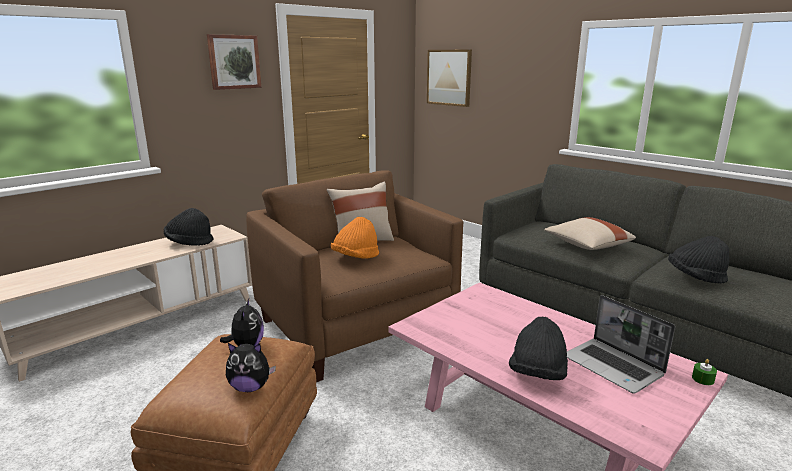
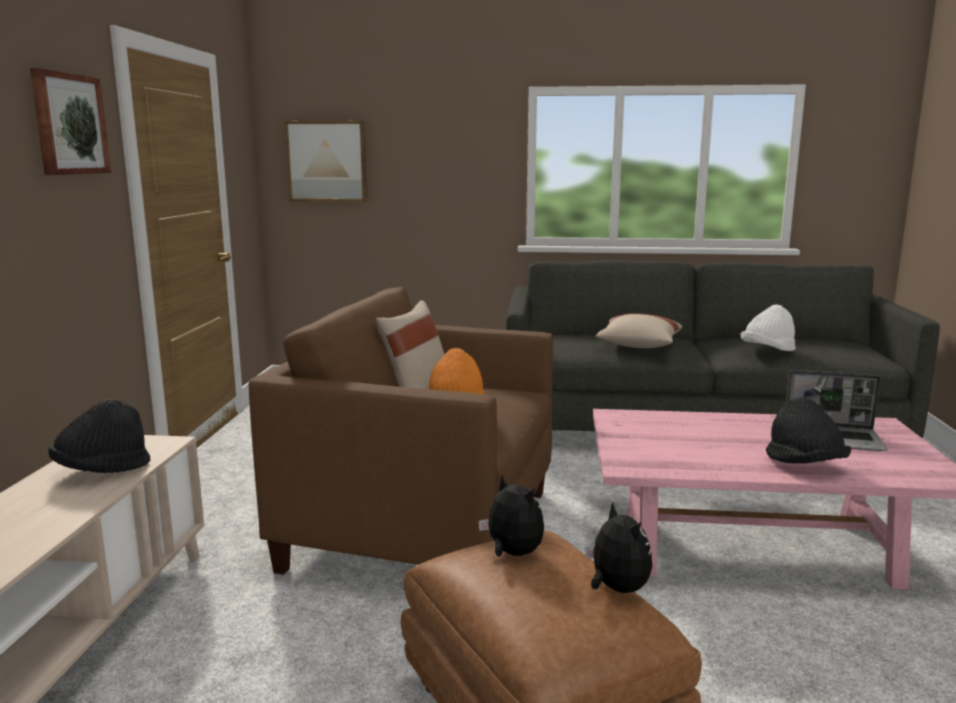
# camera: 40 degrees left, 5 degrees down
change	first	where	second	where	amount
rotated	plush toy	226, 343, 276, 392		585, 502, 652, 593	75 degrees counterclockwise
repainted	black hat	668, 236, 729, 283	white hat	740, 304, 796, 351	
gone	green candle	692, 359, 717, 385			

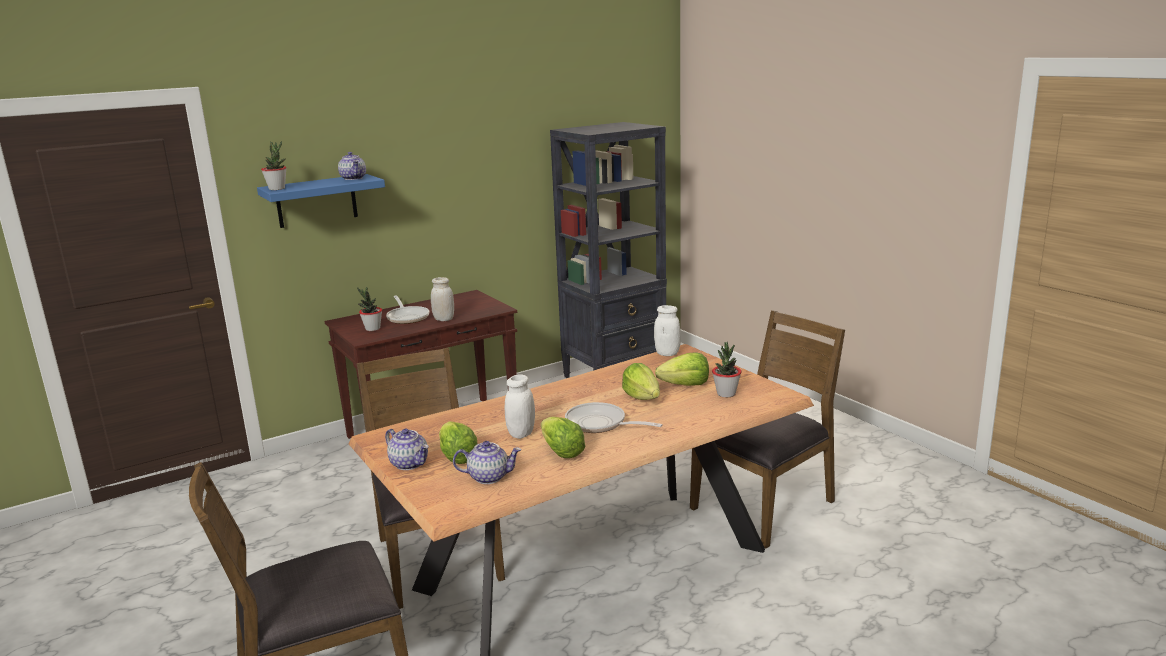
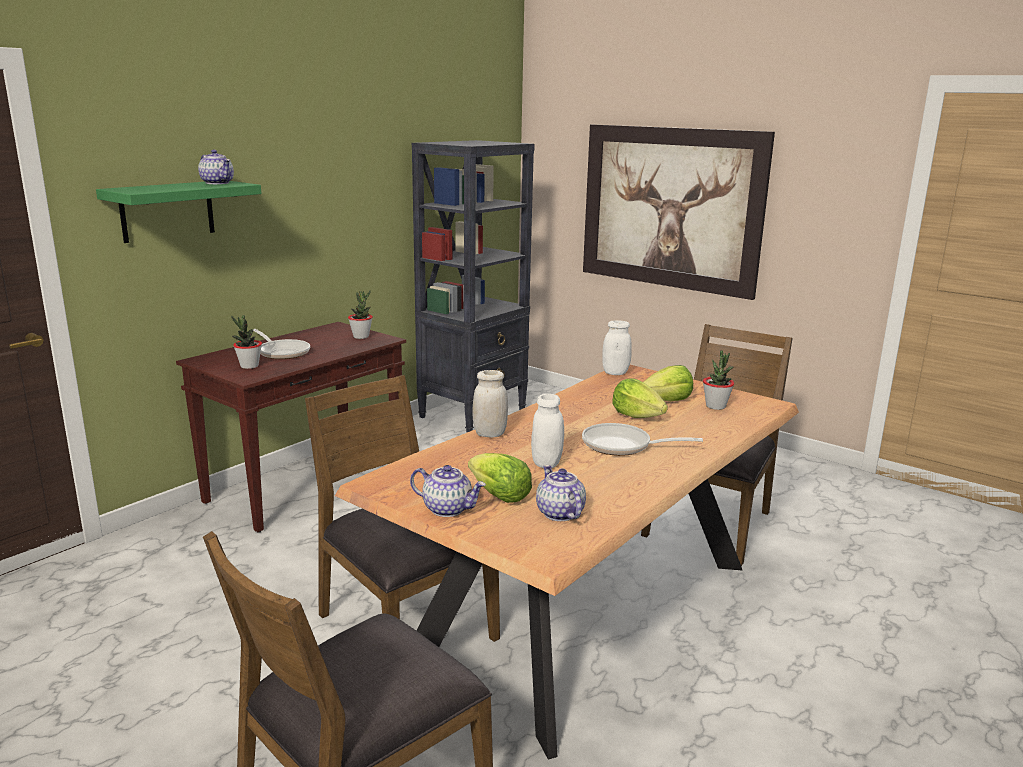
# camera: 20 degrees left, 0 degrees up
change	first	where	second	where	amount
repainted	blue shelf	257, 174, 385, 228	green shelf	96, 181, 261, 243	
shifted	potted plant	261, 141, 287, 190		348, 290, 373, 339	
shifted	white jar	431, 277, 454, 321		472, 370, 508, 438	
rotated	teapot	453, 441, 521, 484		536, 465, 586, 521	90 degrees counterclockwise
new			picture	583, 125, 775, 300	
gone	lettuce	541, 416, 585, 458			

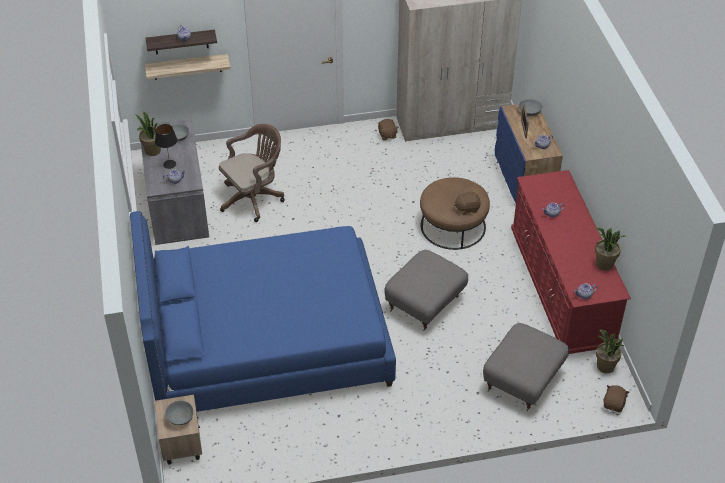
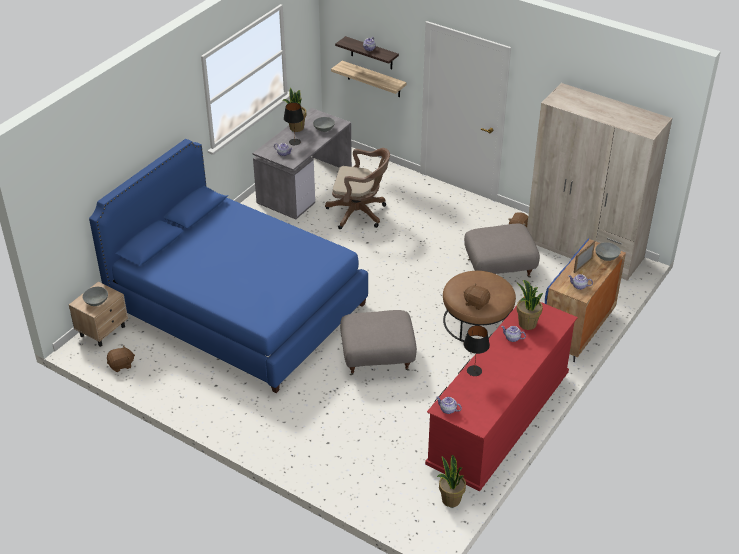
# camera: 45 degrees right, 5 degrees down
change	first	where	second	where	amount
shifted	brown plush toy	604, 385, 629, 412		107, 345, 135, 372	
shifted	grey ottoman	483, 323, 569, 411		464, 224, 540, 278	
new			black table lamp	464, 325, 490, 376	
shifted	potted plant	595, 228, 626, 270		517, 280, 543, 330	

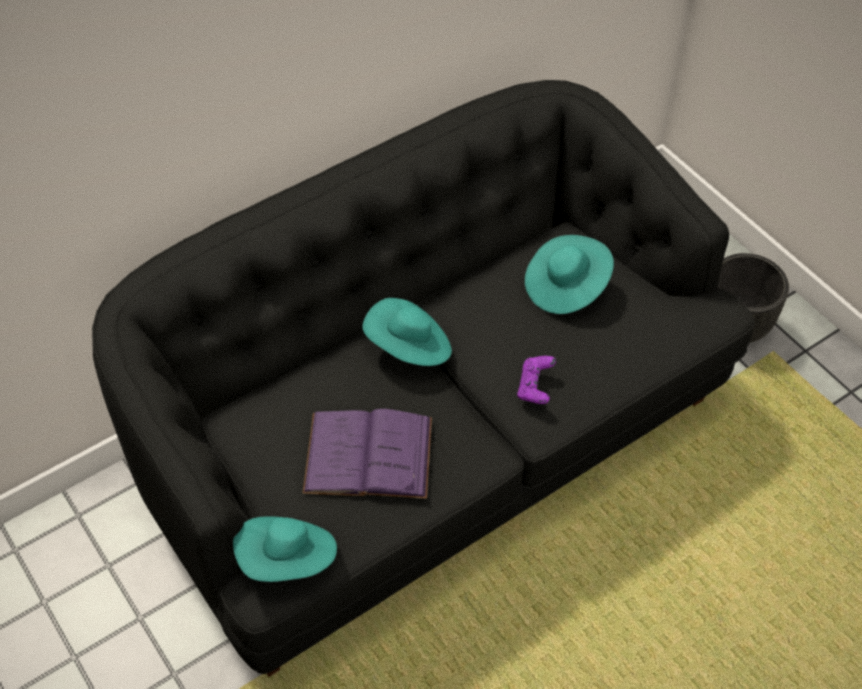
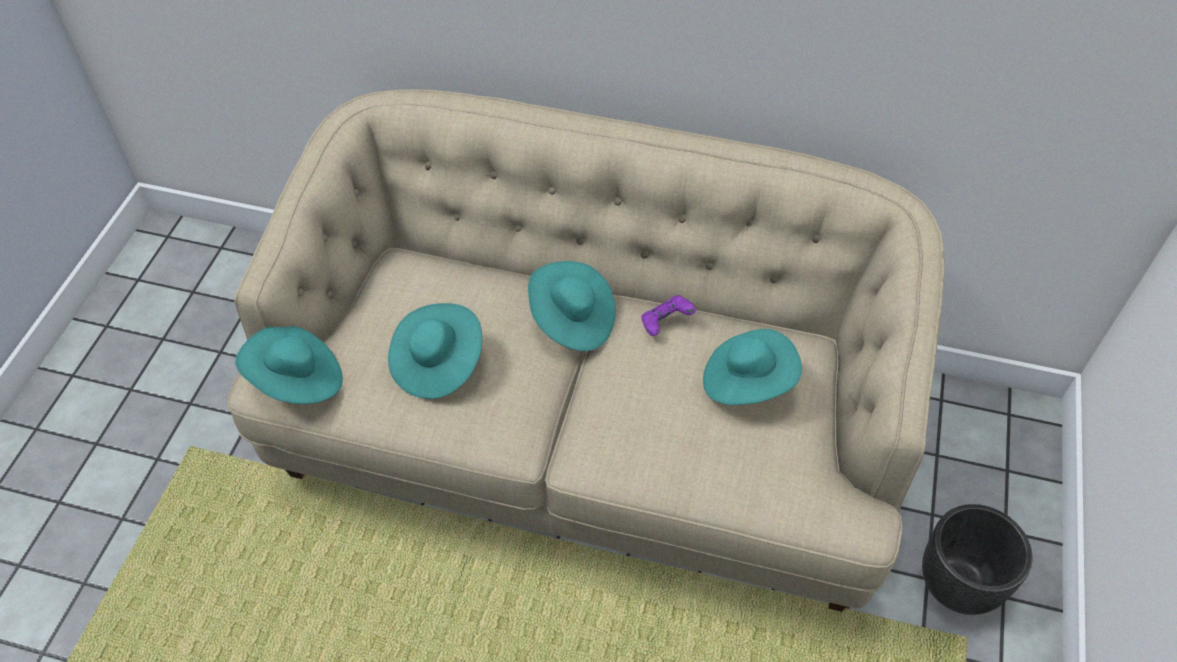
# camera: 50 degrees right, 0 degrees up
change	first	where	second	where	amount
repainted	black sofa	92, 80, 755, 677	beige sofa	227, 89, 945, 612	
swapped	purple book	302, 409, 432, 499	turquoise hat	388, 303, 482, 399	
shifted	purple game controller	517, 356, 556, 404		641, 295, 696, 336	

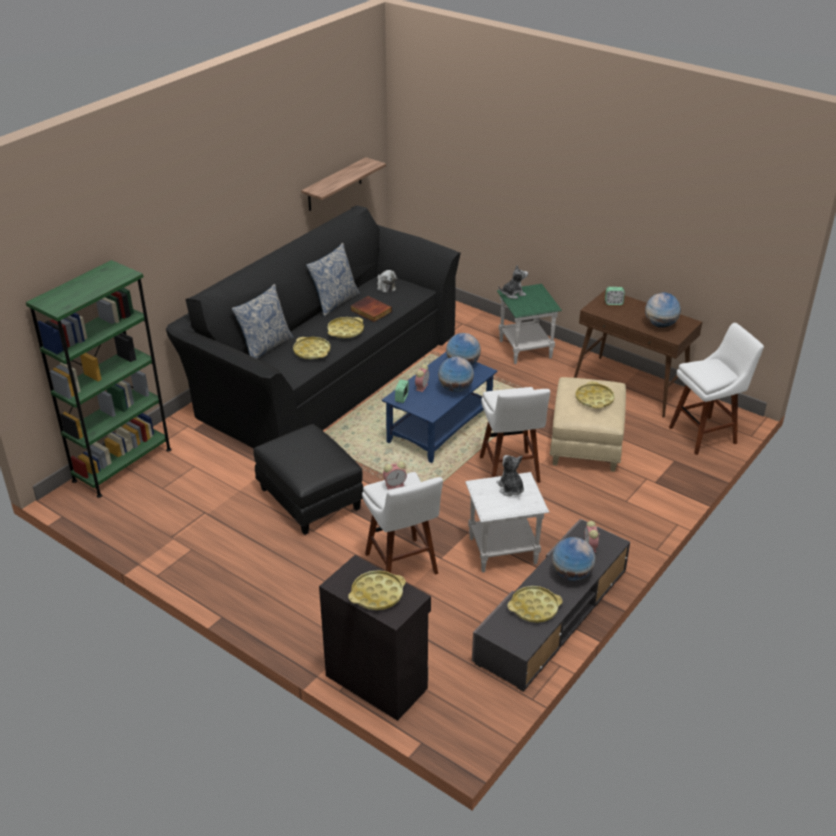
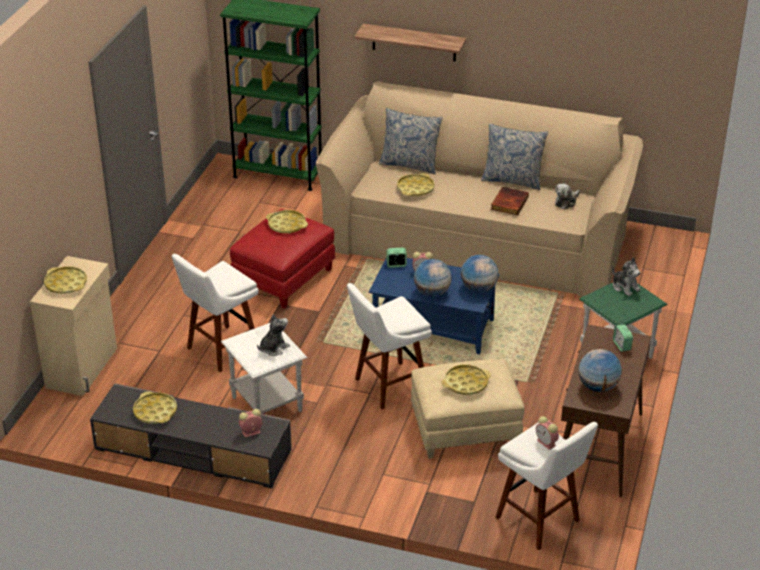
# camera: 70 degrees right, 0 degrees up
change	first	where	second	where	amount
repainted	black cabinet	319, 555, 431, 721	beige cabinet	30, 256, 117, 396	
repainted	black ottoman	253, 424, 363, 535	red ottoman	230, 209, 336, 309	
shifted	yellow tray	327, 317, 364, 338		266, 210, 308, 234	
repainted	black sofa	166, 205, 461, 448	beige sofa	316, 81, 643, 297	
shifted	shelf	301, 157, 386, 211		354, 23, 467, 61	
shifted	alarm clock	383, 461, 407, 490		536, 416, 559, 450	
gone	globe	552, 537, 595, 581			

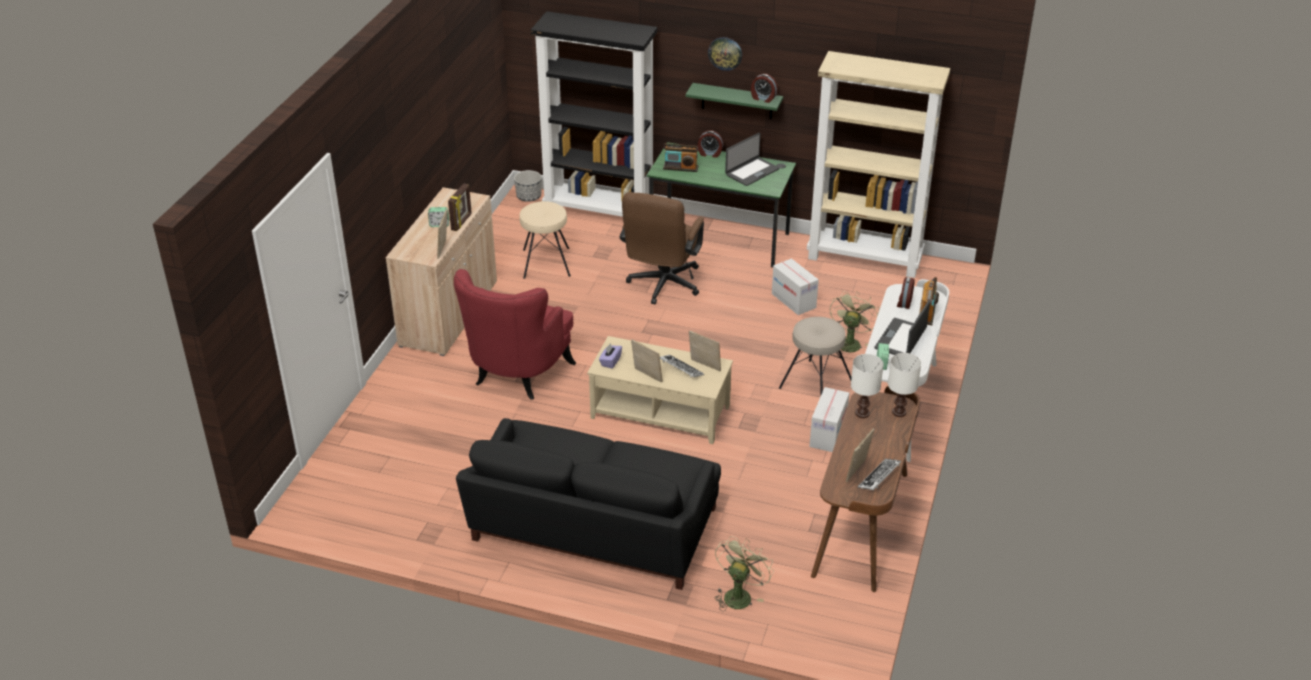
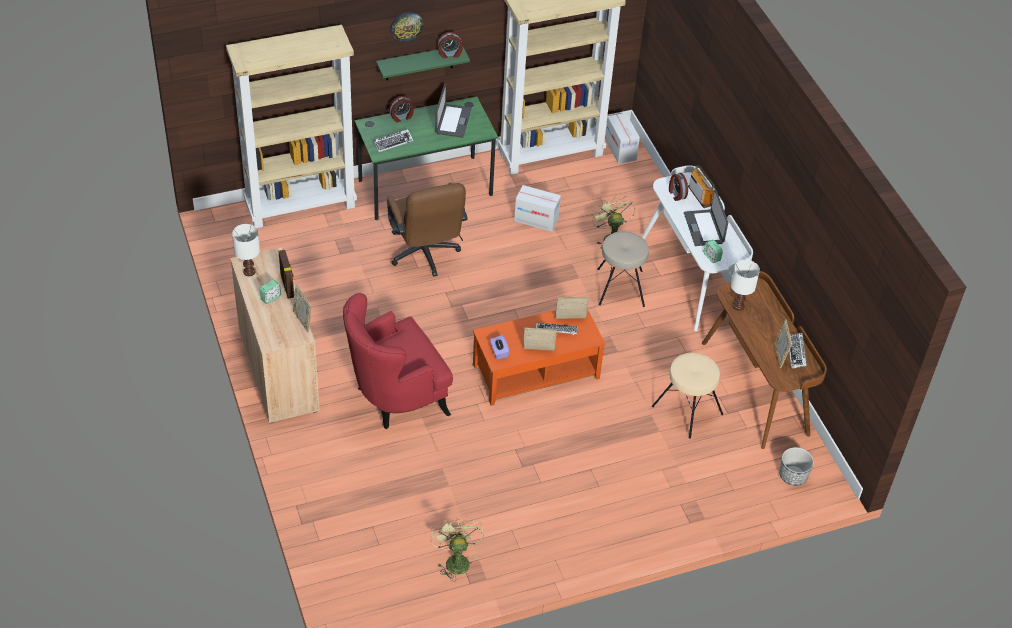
# camera: 40 degrees left, 10 degrees up
change	first	where	second	where	amount
repainted	black bookcase	531, 11, 657, 217	beige bookcase	226, 25, 357, 228	
shifted	white table lamp	888, 353, 921, 417		232, 224, 260, 276	
rotated	red armchair	454, 269, 576, 399		343, 293, 453, 429	75 degrees clockwise
swapped	radio	663, 143, 698, 172	keyboard	373, 129, 413, 152	
shifted	green fan	714, 536, 774, 611		431, 518, 484, 581	
repainted	beige coffee table	587, 336, 733, 444	orange coffee table	473, 309, 606, 406	
shifted	cardboard box	809, 387, 849, 452		605, 113, 640, 164	
shifted	beige stool	519, 201, 571, 279		652, 353, 723, 439	
shifted	planter	514, 170, 542, 202		779, 447, 814, 486	
gone	black sofa	456, 418, 721, 590			

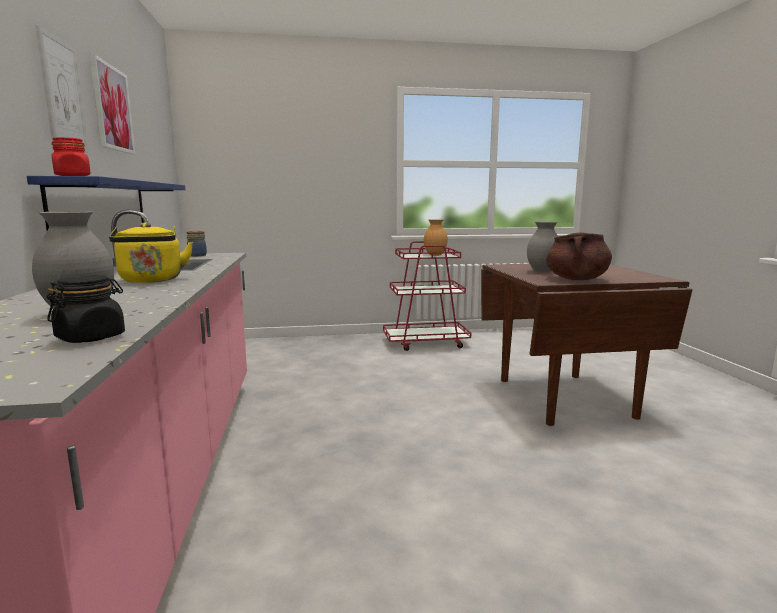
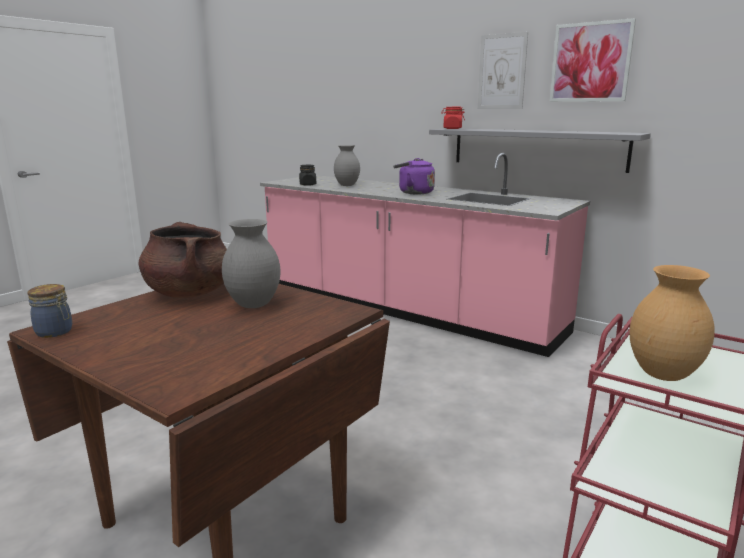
# camera: 135 degrees right, 5 degrees up
change	first	where	second	where	amount
shifted	jar	186, 230, 207, 257		27, 284, 73, 338	
repainted	yellow kettle	109, 223, 193, 283	purple kettle	393, 158, 435, 194	
repainted	blue shelf	27, 176, 185, 231	grey shelf	429, 128, 651, 173	

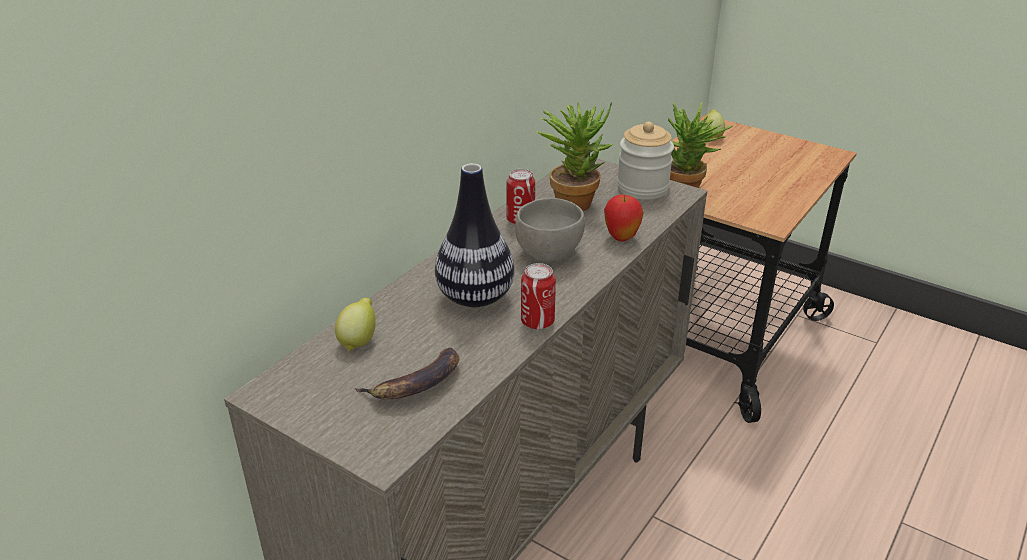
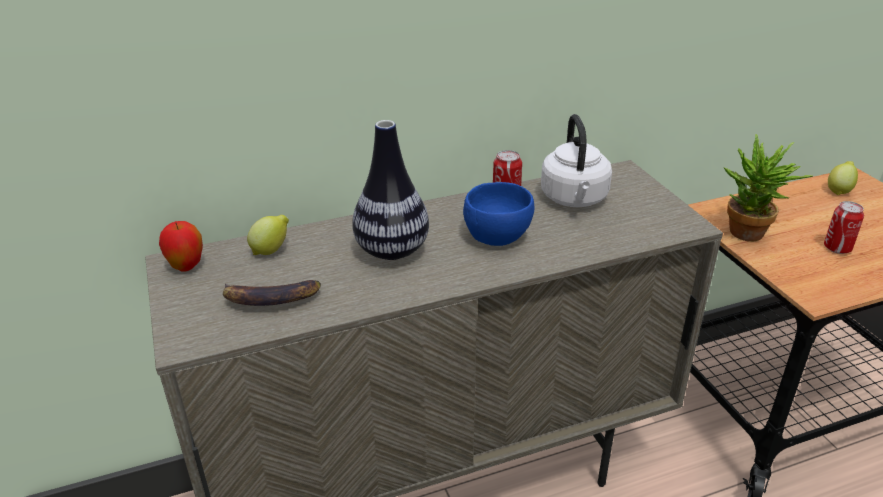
# camera: 35 degrees right, 0 degrees up
change	first	where	second	where	amount
shifted	apple	604, 194, 644, 242		159, 221, 203, 272	
repainted	grey bowl	515, 198, 585, 262	blue bowl	463, 182, 534, 246	
swapped	potted plant	535, 102, 613, 211	white kettle	541, 114, 612, 207	
shifted	can	521, 263, 556, 329		824, 201, 864, 254	
gone	jar	617, 122, 674, 200			

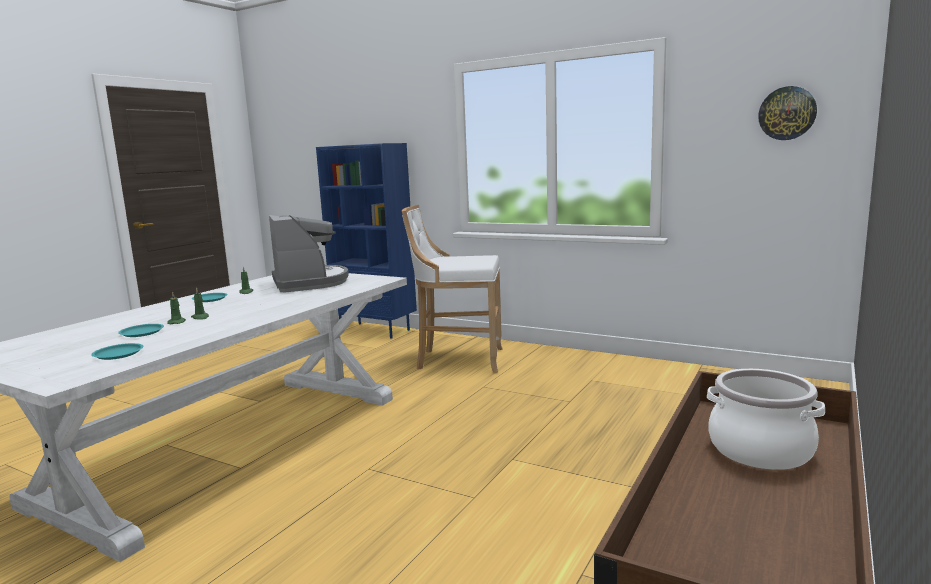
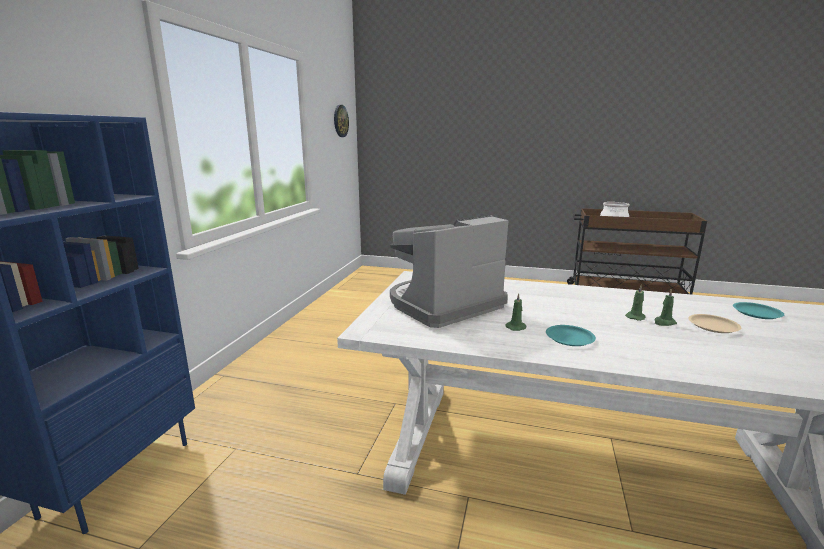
# camera: 105 degrees left, 5 degrees up
change	first	where	second	where	amount
repainted	turquoise plate	118, 324, 164, 337	beige plate	688, 314, 741, 333	
gone	white stool	402, 205, 503, 373			

